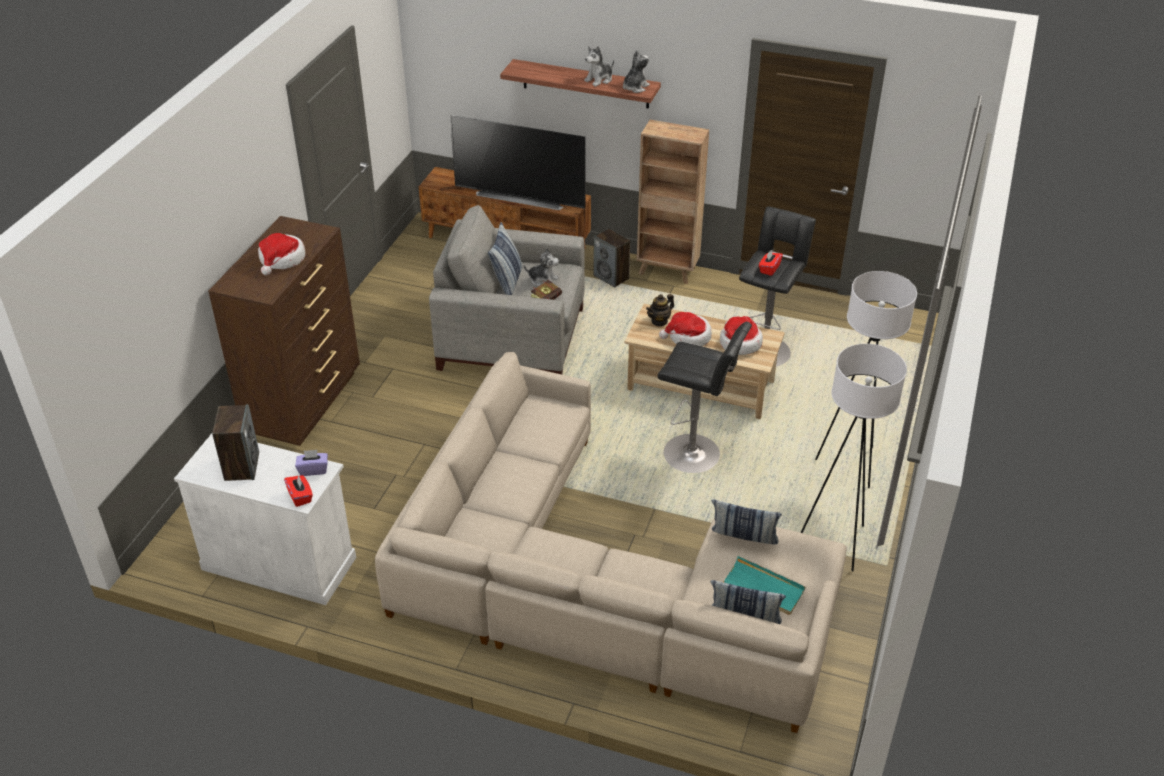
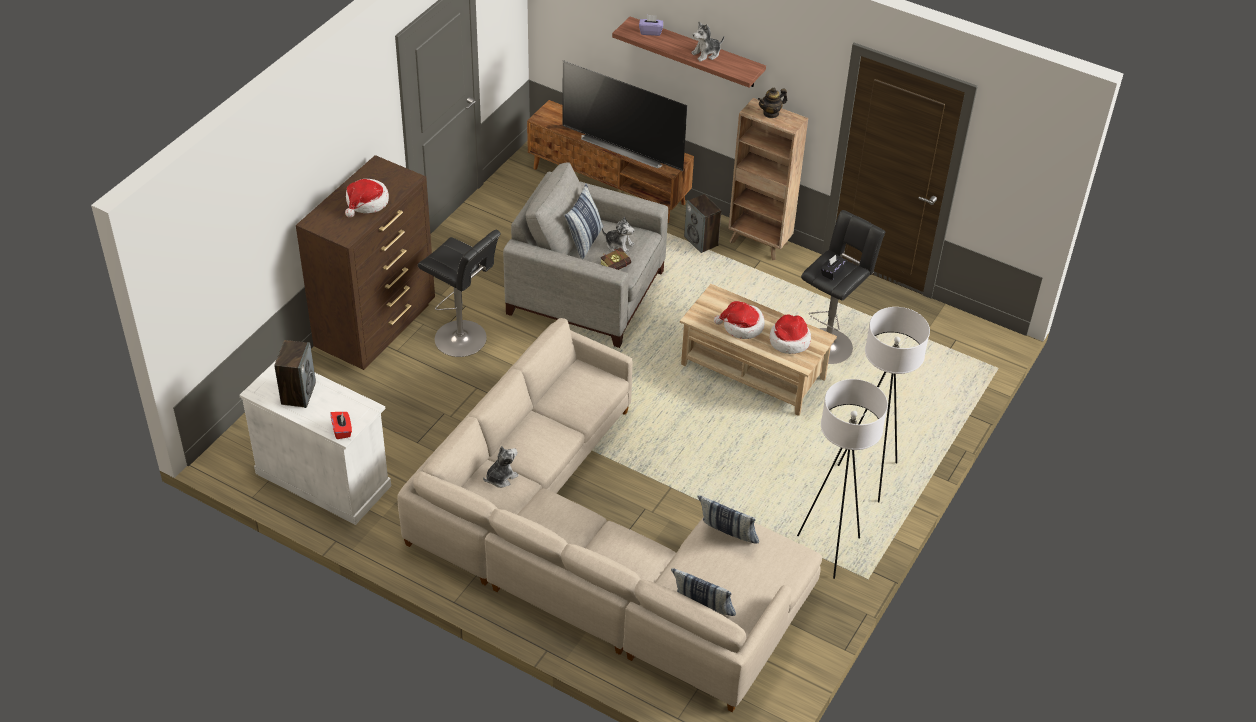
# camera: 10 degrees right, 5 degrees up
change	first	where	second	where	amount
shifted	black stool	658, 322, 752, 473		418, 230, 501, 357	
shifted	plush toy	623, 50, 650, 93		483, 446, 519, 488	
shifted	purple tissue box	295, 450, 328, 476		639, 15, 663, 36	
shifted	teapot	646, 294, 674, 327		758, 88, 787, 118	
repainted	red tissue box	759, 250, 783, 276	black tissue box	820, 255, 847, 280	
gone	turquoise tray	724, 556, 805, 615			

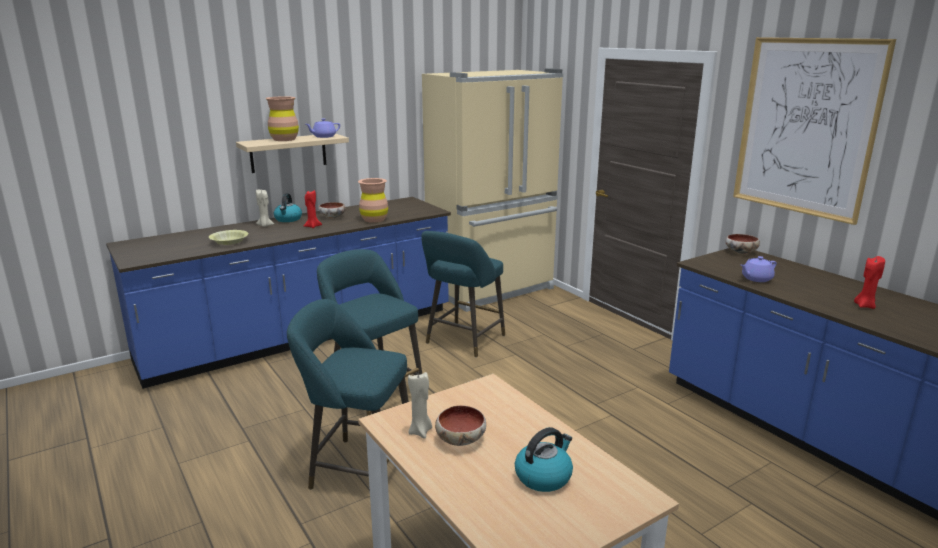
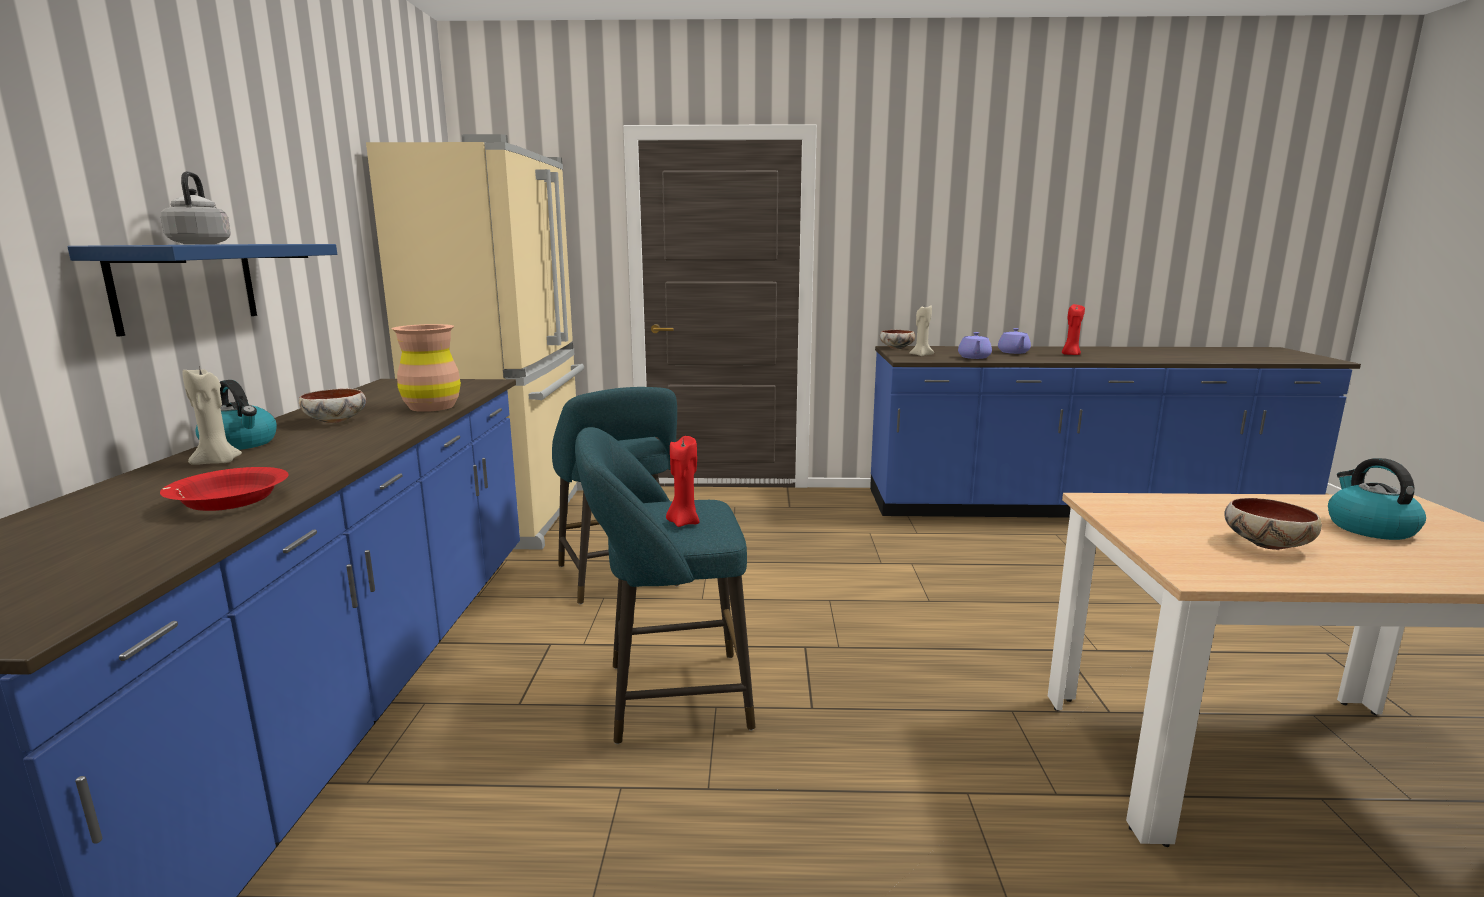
# camera: 55 degrees left, 5 degrees down
change	first	where	second	where	amount
repainted	beige shelf	236, 134, 349, 173	blue shelf	68, 244, 337, 337	
repainted	yellow bowl	209, 230, 248, 245	red bowl	160, 467, 288, 511	
swapped	brown vase	265, 96, 299, 141	grey kettle	161, 171, 231, 244	
shifted	red candle	304, 190, 322, 228		666, 436, 700, 527	
shifted	beige candle	408, 372, 432, 439		909, 304, 934, 356	
shifted	purple teapot	306, 118, 340, 138		998, 328, 1031, 354	
gone	turquoise stool	287, 299, 409, 490			
gone	picture	733, 37, 896, 225			

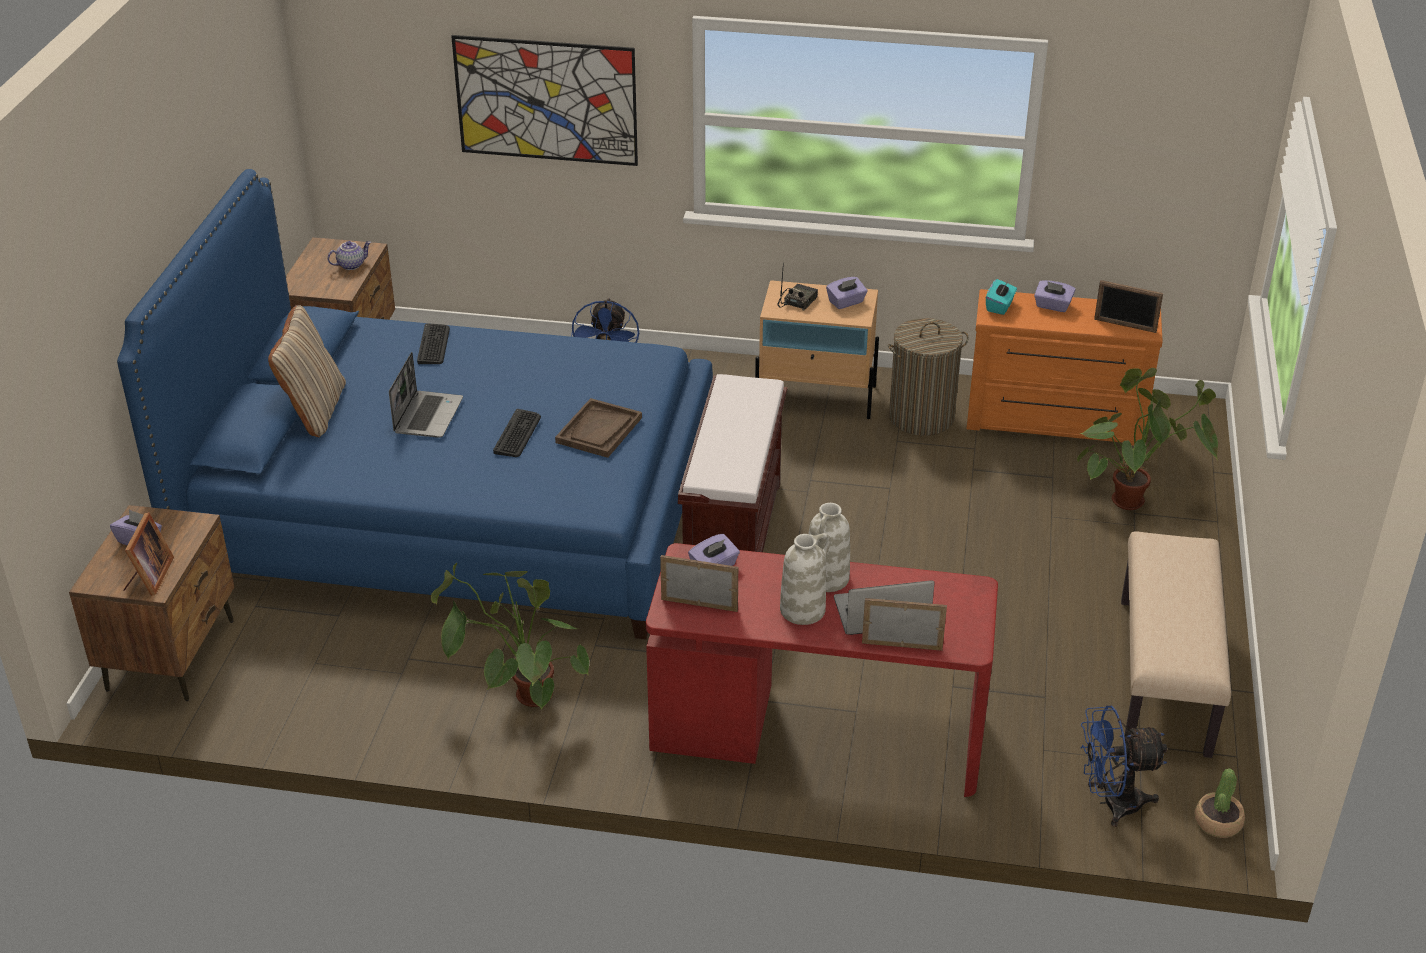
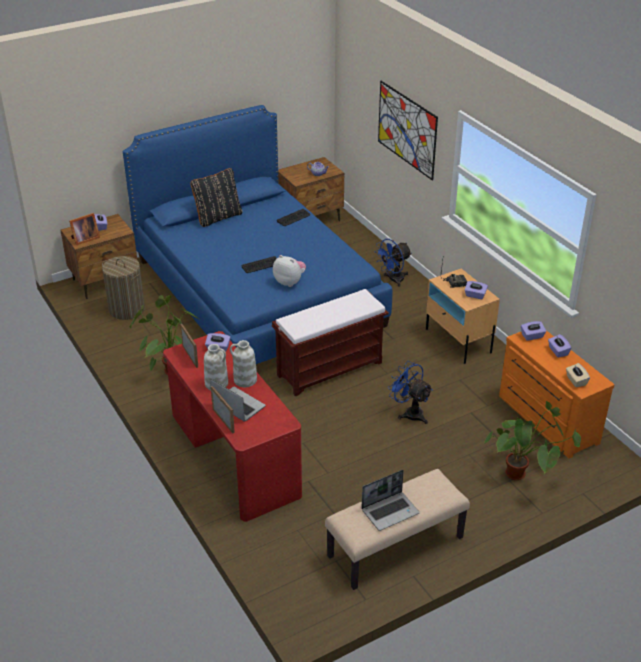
# camera: 50 degrees right, 0 degrees up
change	first	where	second	where	amount
shifted	laundry basket	888, 318, 969, 436		102, 256, 145, 320	
repainted	beige pillow	268, 305, 346, 438	black pillow	190, 168, 243, 227	
swapped	brown tray	555, 398, 642, 458	plush toy	273, 255, 306, 287	
shifted	laptop	389, 352, 463, 437		361, 470, 420, 531	
shifted	blue fan	1080, 706, 1167, 827		388, 361, 433, 424	
repainted	turquoise tissue box	986, 279, 1017, 315	purple tissue box	521, 321, 546, 341	
swapped	picture frame	1094, 280, 1163, 333	beige tissue box	566, 363, 590, 387	
gone	potted plant	1195, 768, 1245, 838			

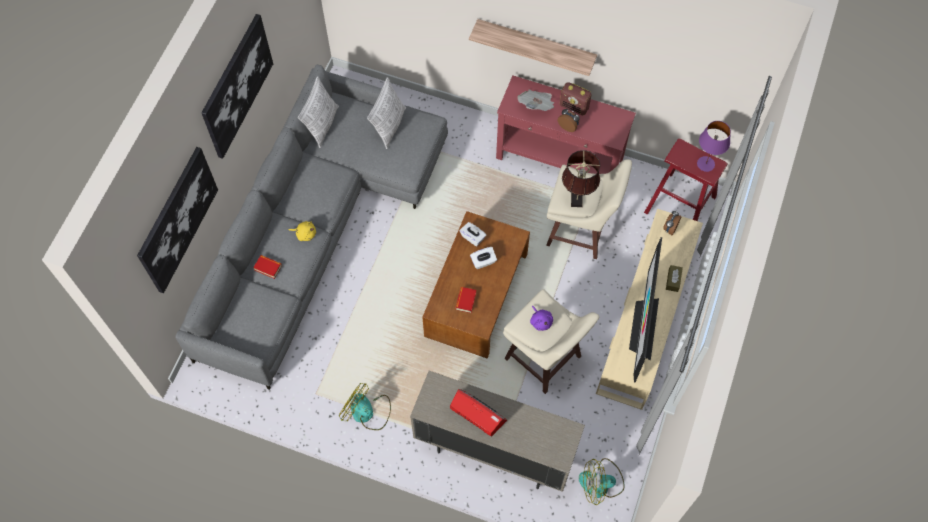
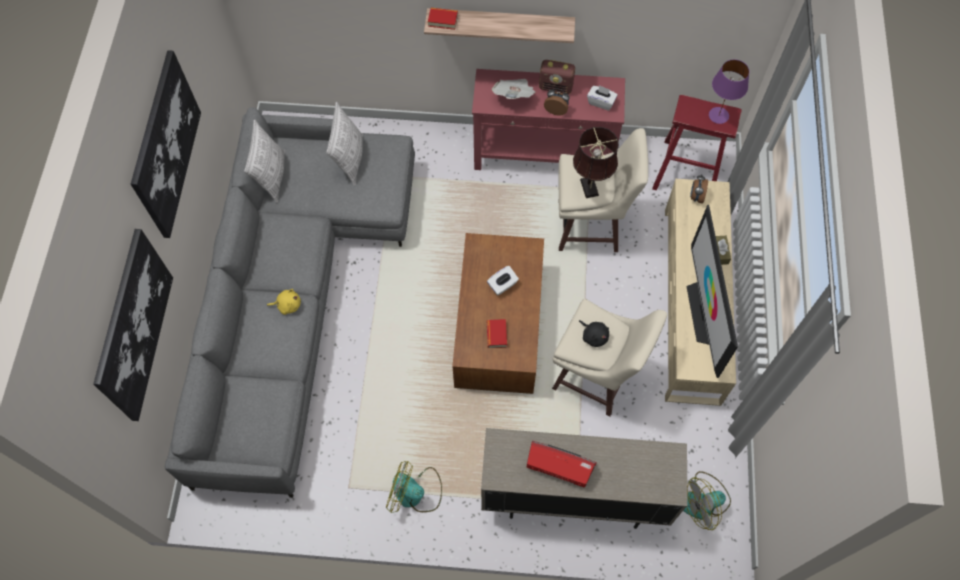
# camera: 15 degrees left, 0 degrees up
change	first	where	second	where	amount
shifted	book	253, 255, 282, 279		428, 8, 458, 30	
repainted	purple plush toy	530, 306, 553, 331	black plush toy	579, 320, 609, 347	
shifted	white tissue box	460, 222, 486, 247		587, 85, 618, 111	

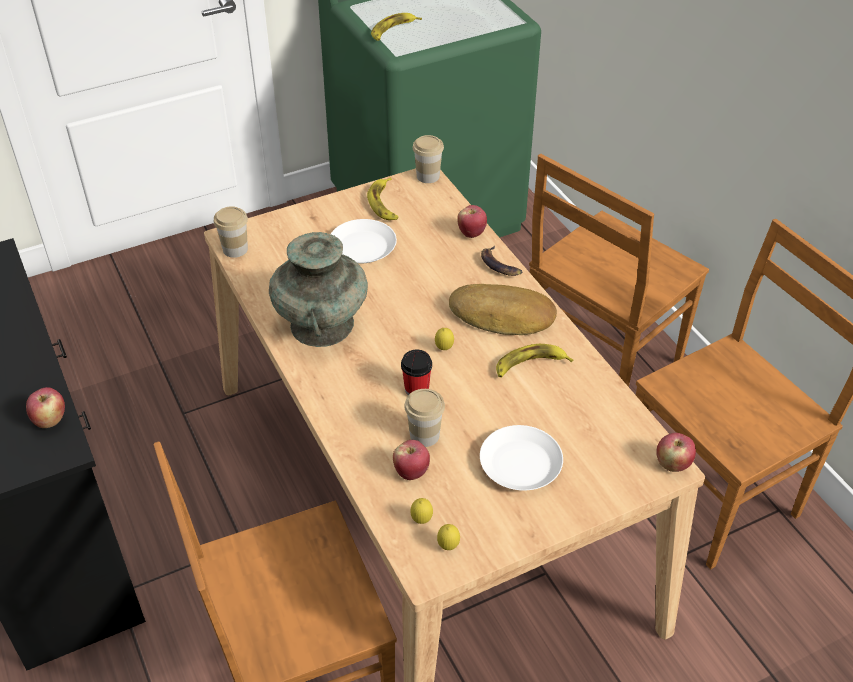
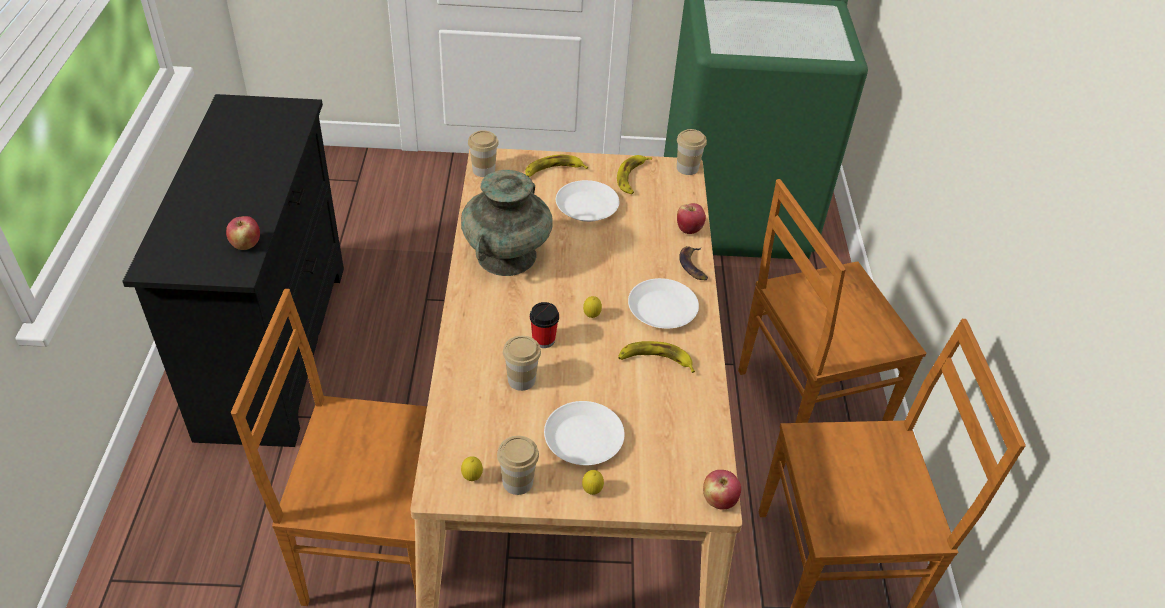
# camera: 25 degrees right, 0 degrees up
change	first	where	second	where	amount
new			cup	497, 436, 539, 495	
shifted	banana	371, 13, 422, 41		525, 155, 588, 177	
shifted	lemon	410, 498, 433, 524		582, 470, 604, 495	
swapped	bread	449, 284, 557, 335	white plate	628, 278, 699, 329	
gone	apple	393, 440, 430, 480			

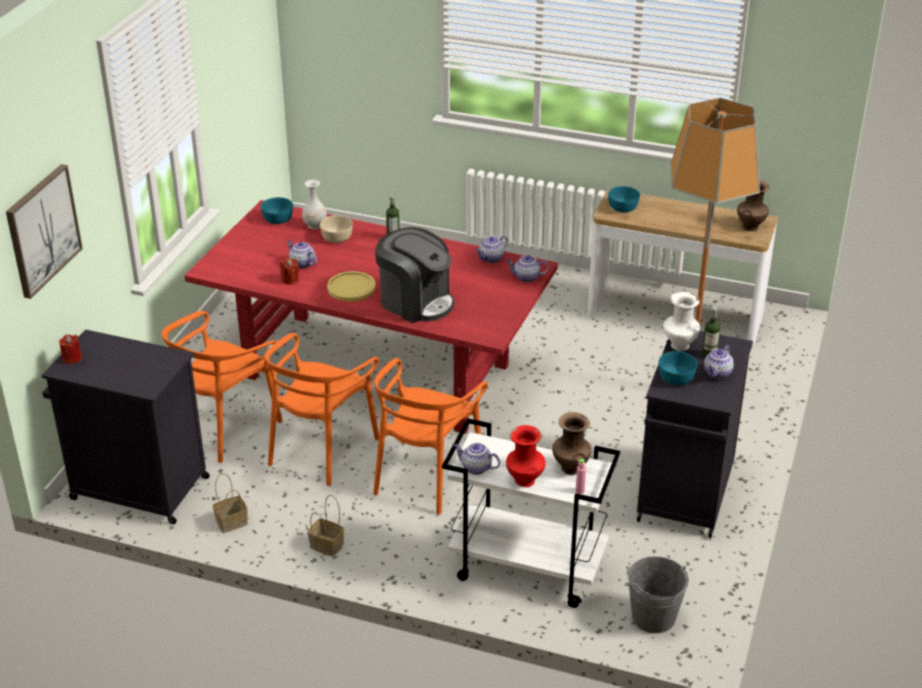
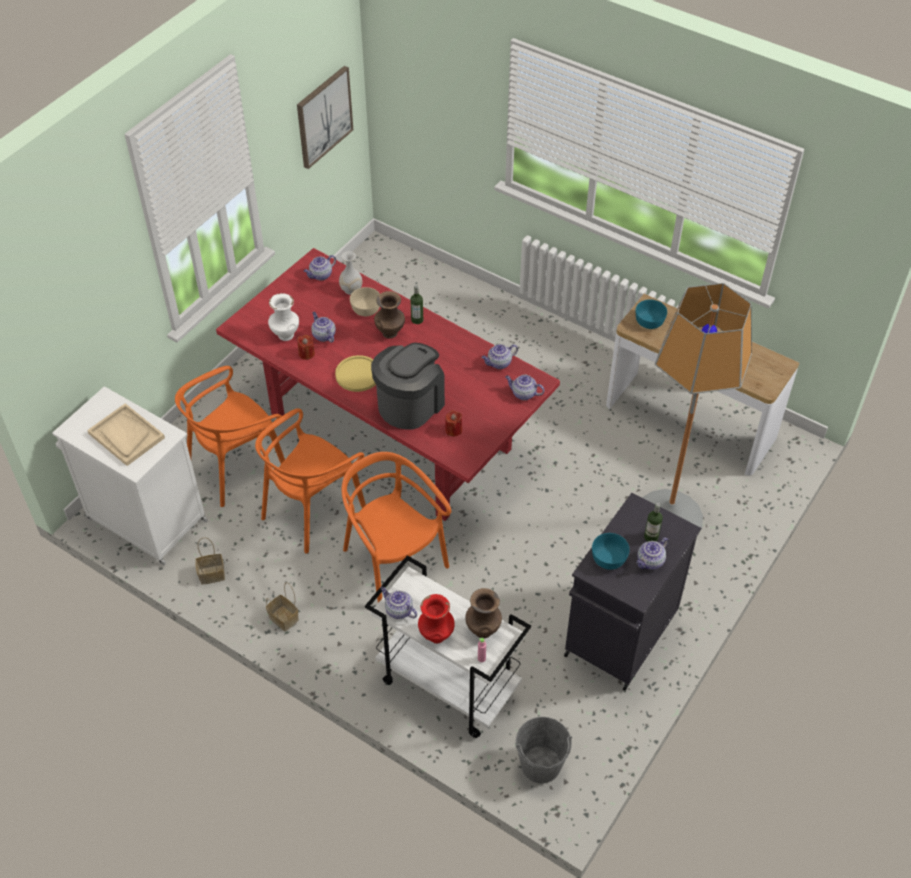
# camera: 15 degrees right, 15 degrees up
change	first	where	second	where	amount
repainted	black cabinet	42, 329, 210, 524	white cabinet	52, 386, 208, 566	
new			beige tray	87, 403, 165, 466	
shifted	white vase	663, 292, 700, 351		268, 293, 299, 341	
shifted	picture	6, 164, 83, 299		297, 66, 353, 169	
swapped	turquoise bowl	261, 197, 293, 224	teapot	304, 255, 336, 281	
rotated	orange chair	373, 358, 488, 514		342, 452, 451, 603	105 degrees clockwise
rotated	coffee machine	375, 227, 454, 323		371, 343, 445, 429	105 degrees counterclockwise
shifted	brown vase	737, 180, 769, 231		374, 291, 405, 339	
shifted	red candle	59, 334, 82, 364		445, 410, 462, 436	

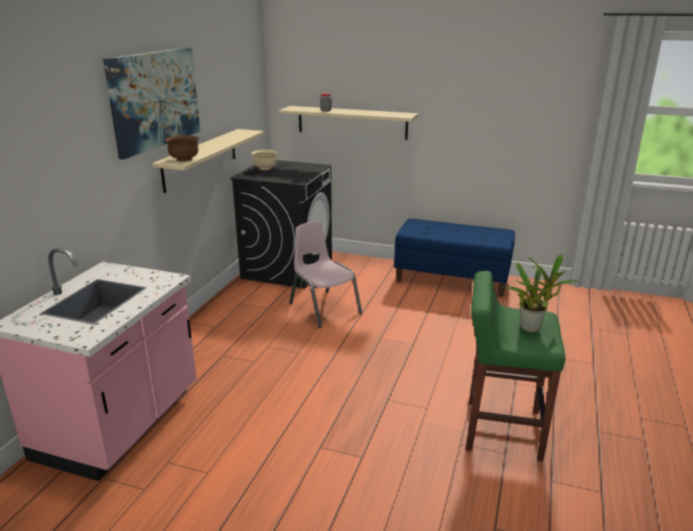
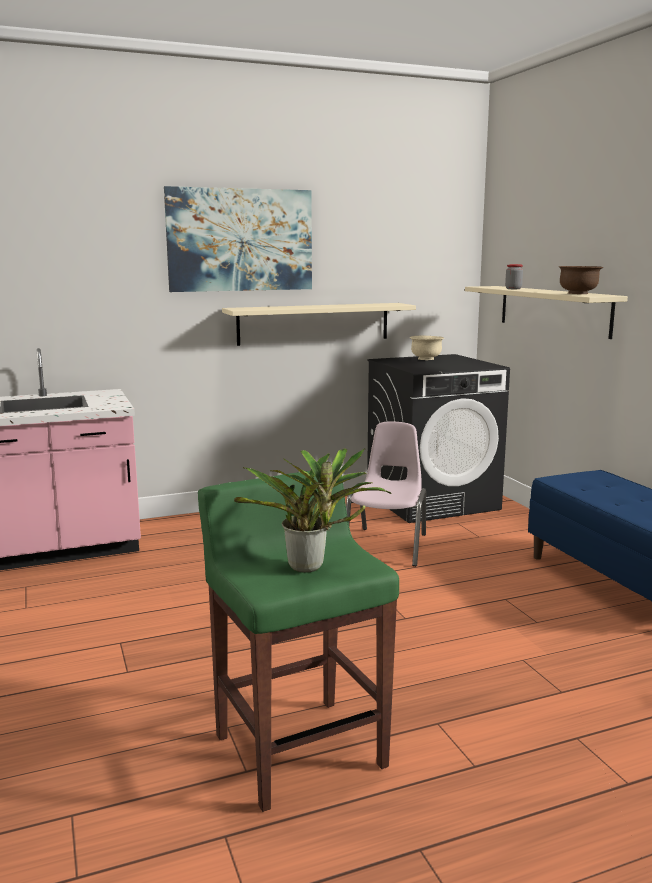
# camera: 50 degrees right, 10 degrees down
change	first	where	second	where	amount
shifted	brown bowl	165, 135, 200, 162		559, 266, 603, 294	

